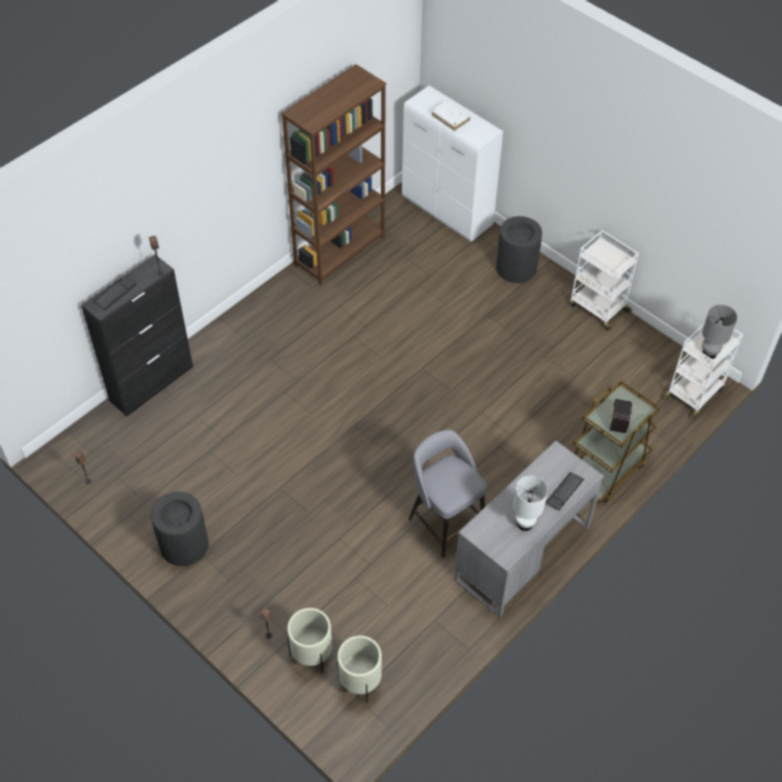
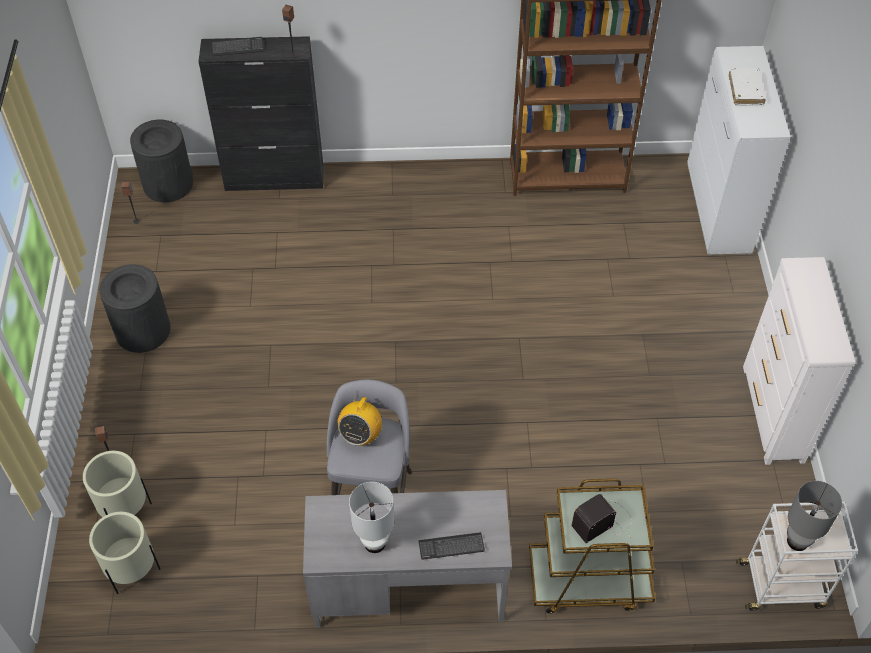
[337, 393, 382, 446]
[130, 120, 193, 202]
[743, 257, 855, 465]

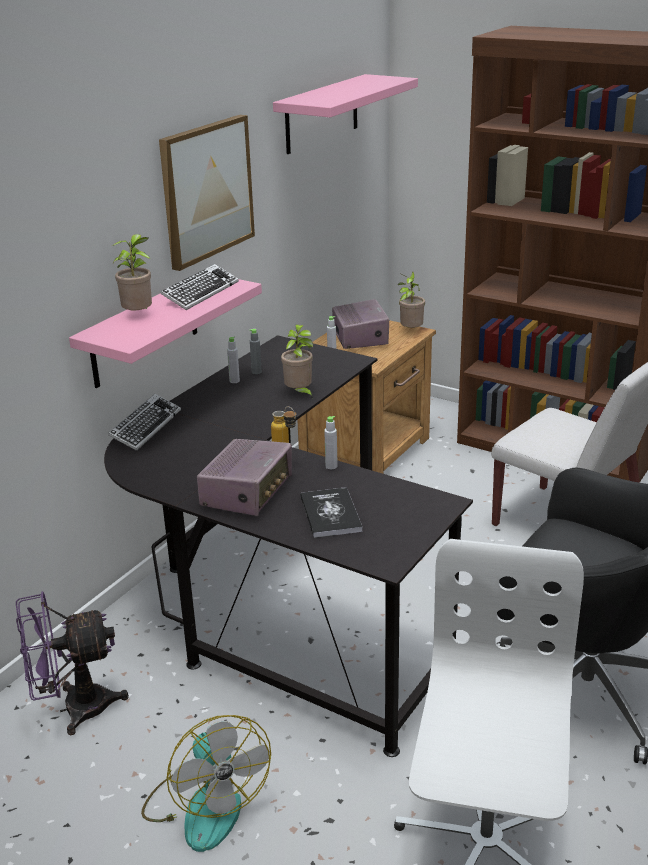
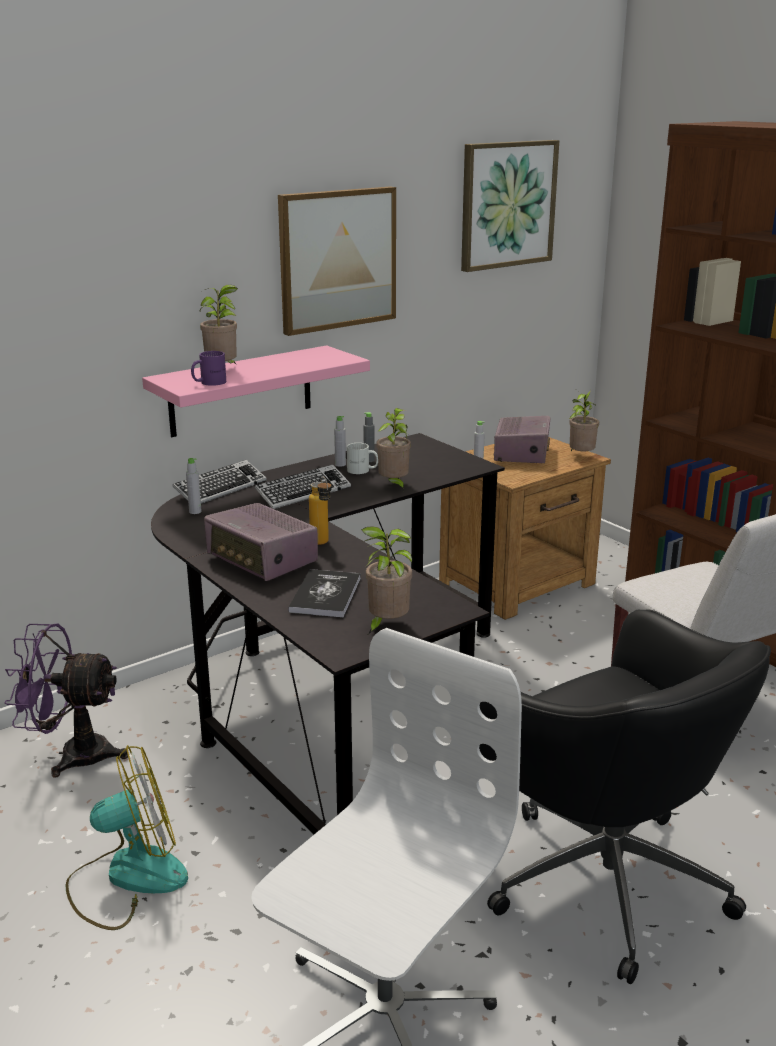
[191, 351, 226, 386]
[347, 443, 378, 474]
[361, 526, 412, 634]
[255, 464, 351, 509]
[186, 458, 201, 514]
[461, 140, 559, 272]
[66, 745, 188, 930]
[204, 503, 318, 581]

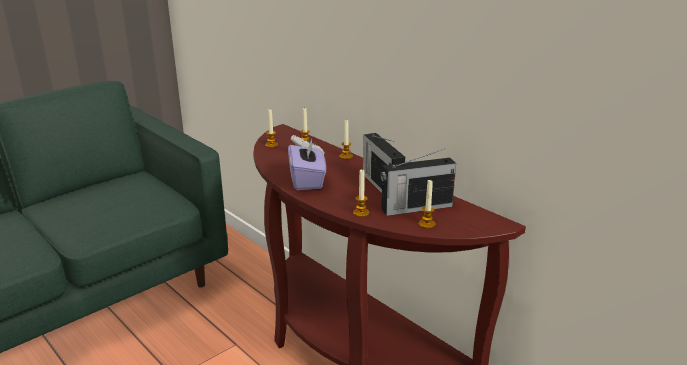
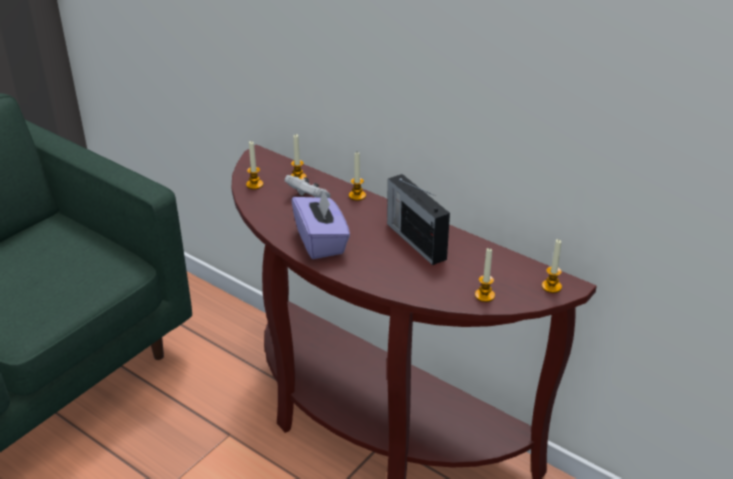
[380, 149, 456, 216] (first image)
[542, 239, 562, 293]

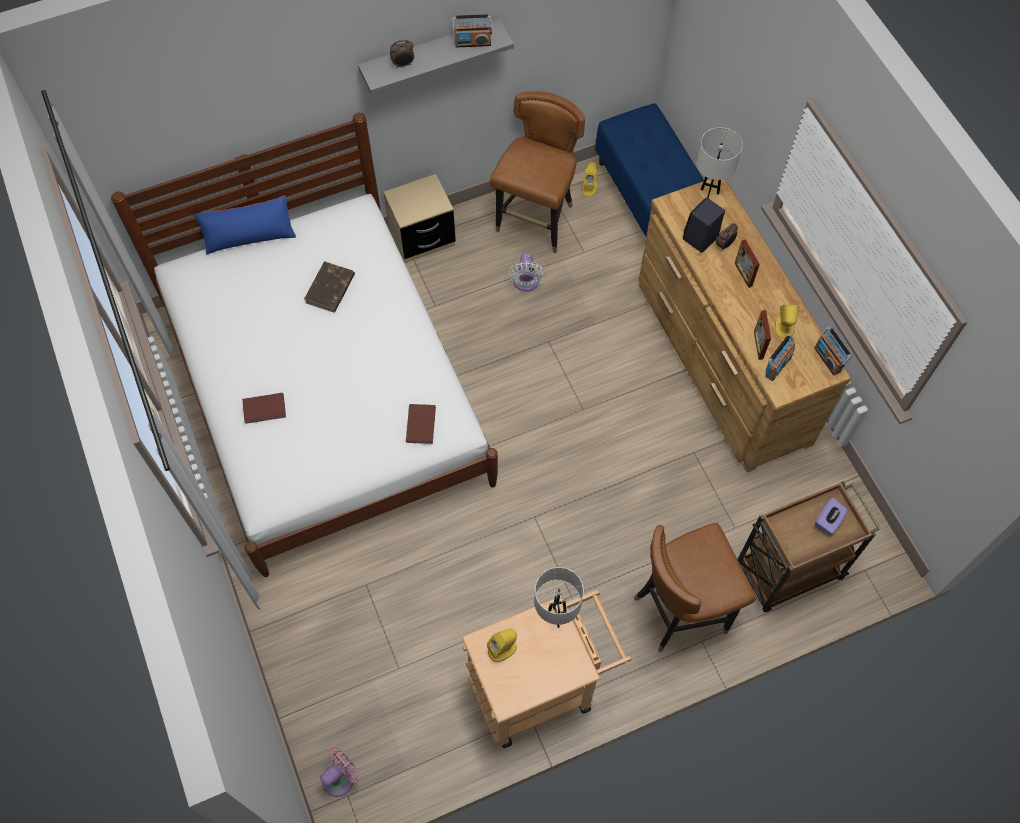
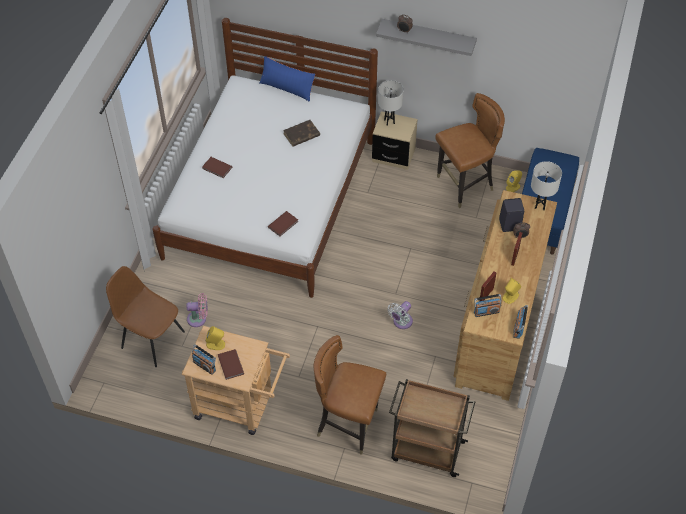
[815, 498, 848, 535] (first image)
[106, 266, 185, 367]
[218, 349, 244, 380]
[186, 293, 208, 327]
[192, 344, 216, 375]
[387, 301, 413, 329]
[378, 80, 404, 125]

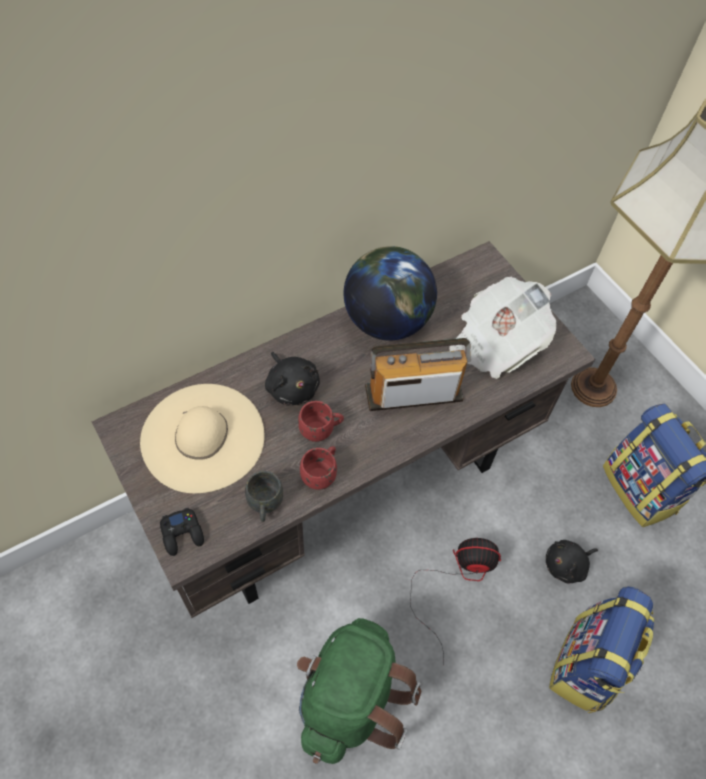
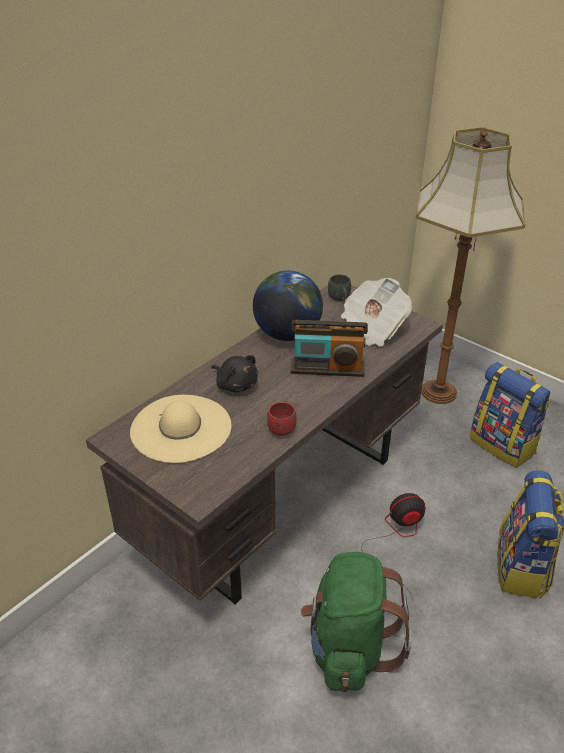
[160, 508, 204, 556] (first image)
[298, 401, 344, 442] (first image)
[546, 540, 598, 584] (first image)
[328, 274, 351, 301]
[291, 320, 368, 377]

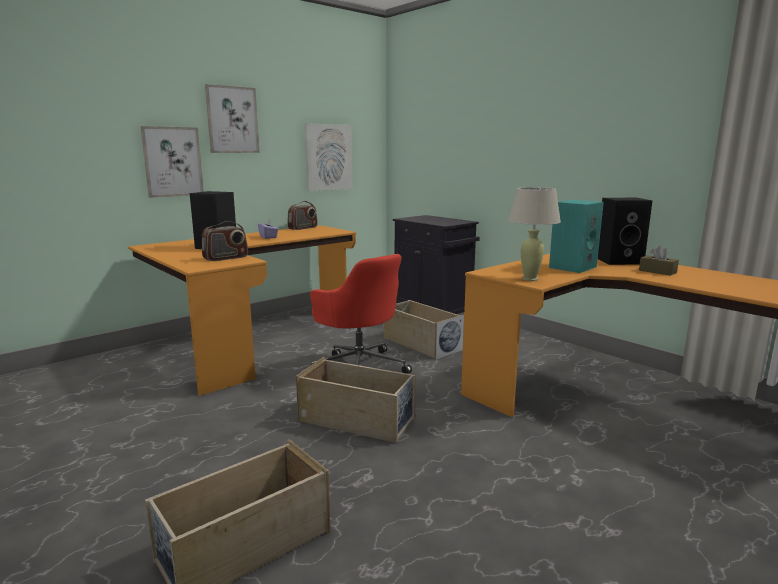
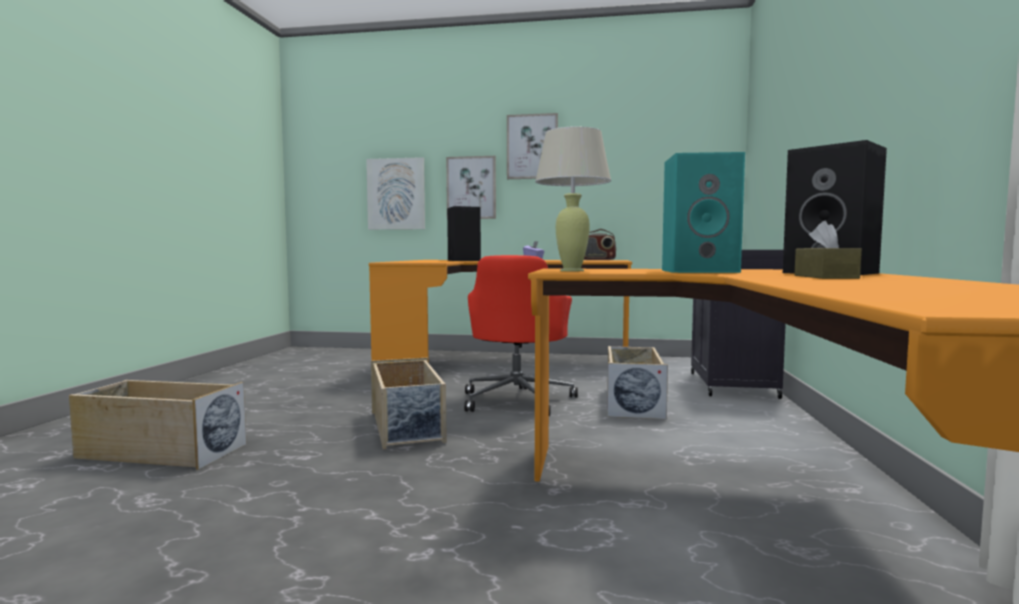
[202, 221, 248, 261] (first image)
[366, 157, 425, 230]

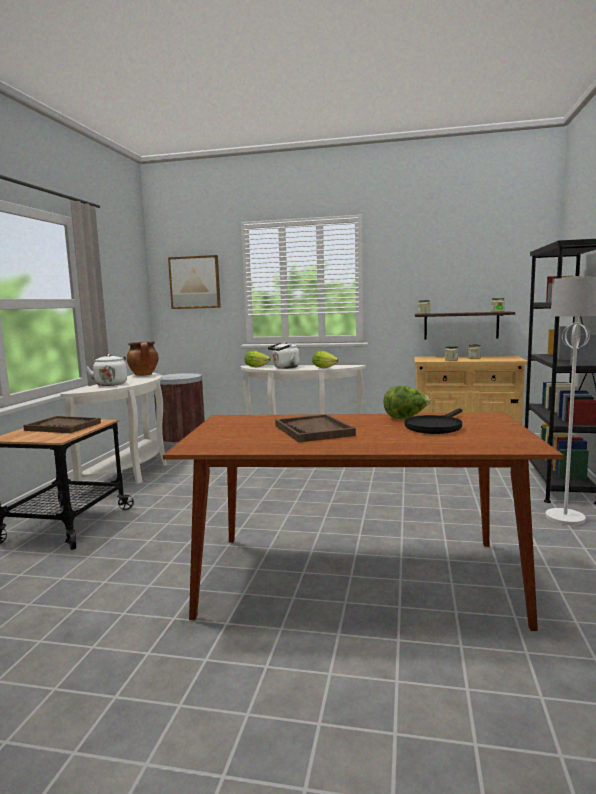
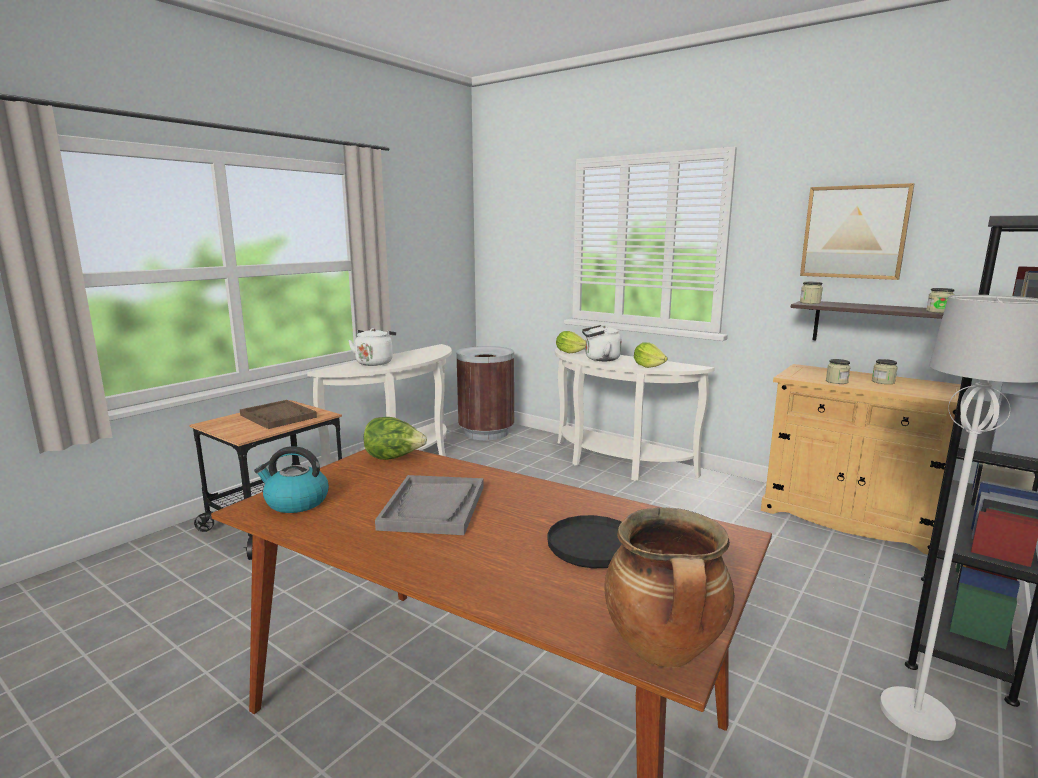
[254, 446, 329, 513]
[604, 508, 734, 668]
[800, 183, 914, 280]
[364, 417, 427, 460]
[375, 475, 484, 535]

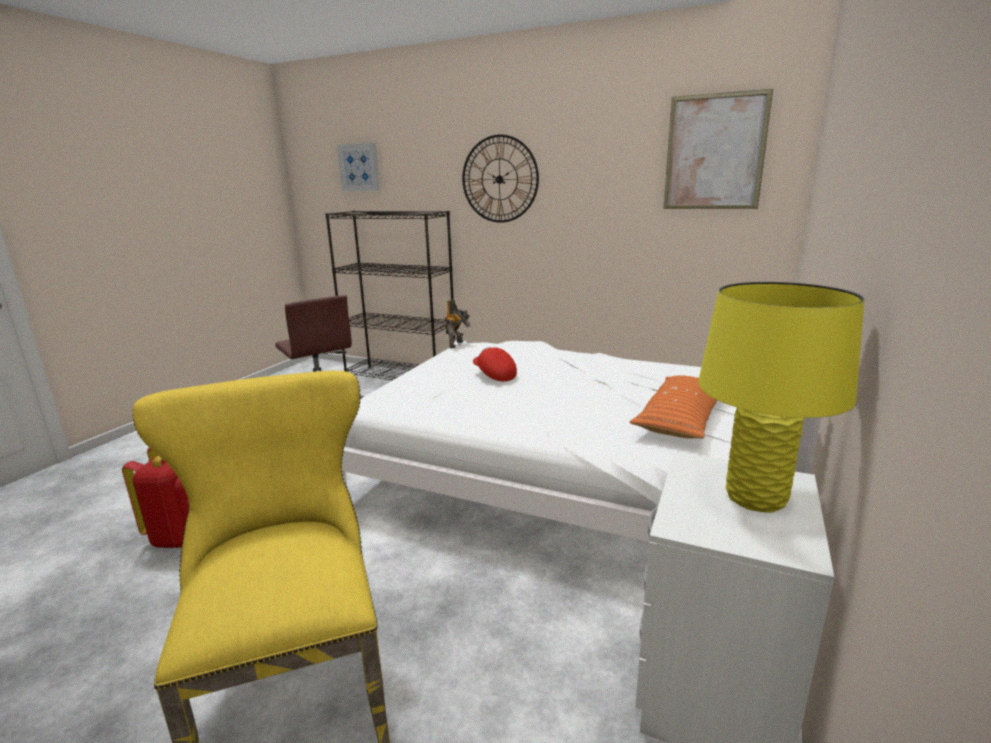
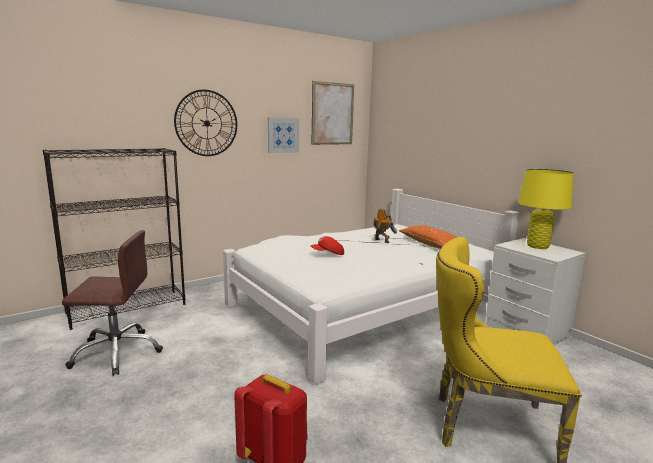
[268, 117, 299, 153]
[374, 209, 397, 243]

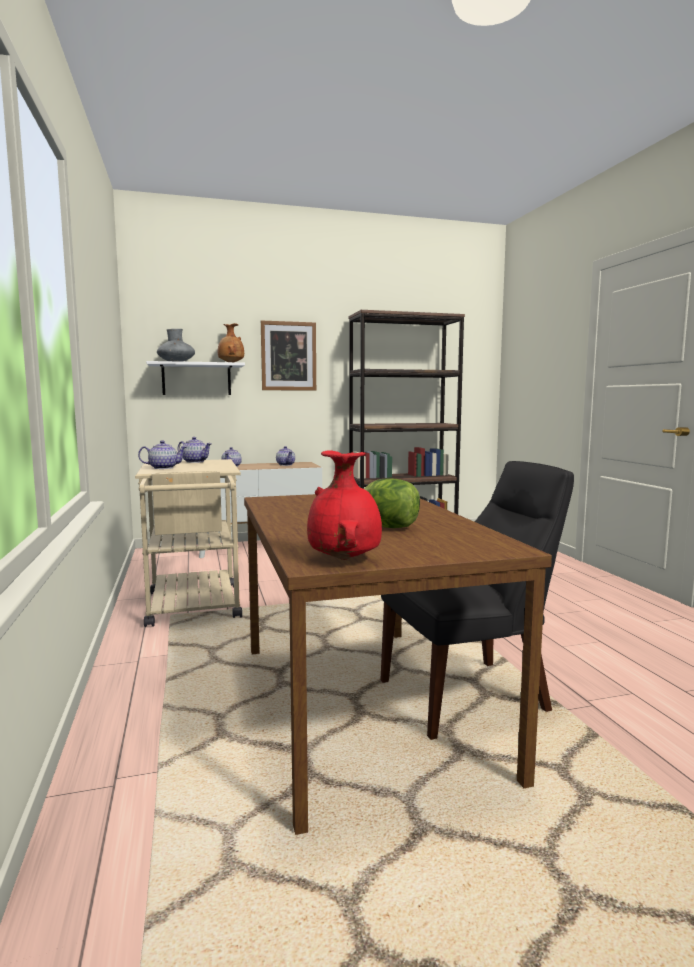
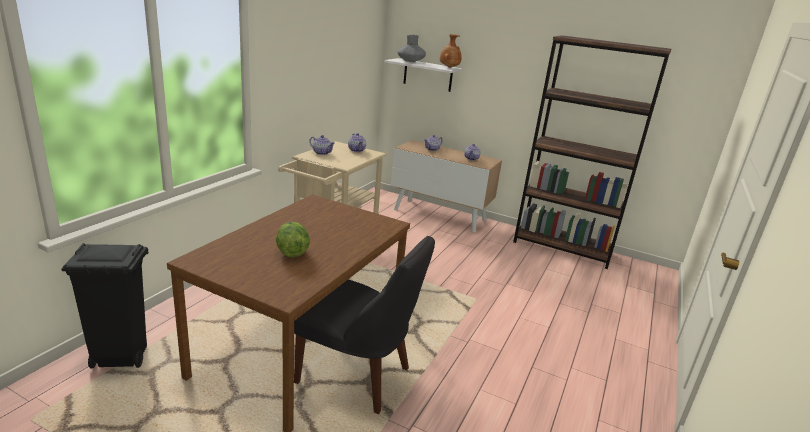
[261, 321, 316, 391] (first image)
[307, 450, 382, 560] (first image)
[61, 243, 148, 368]

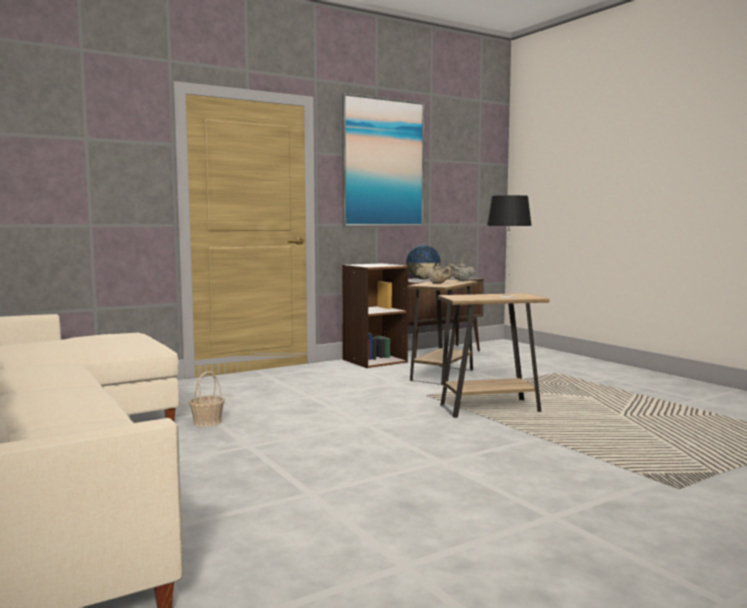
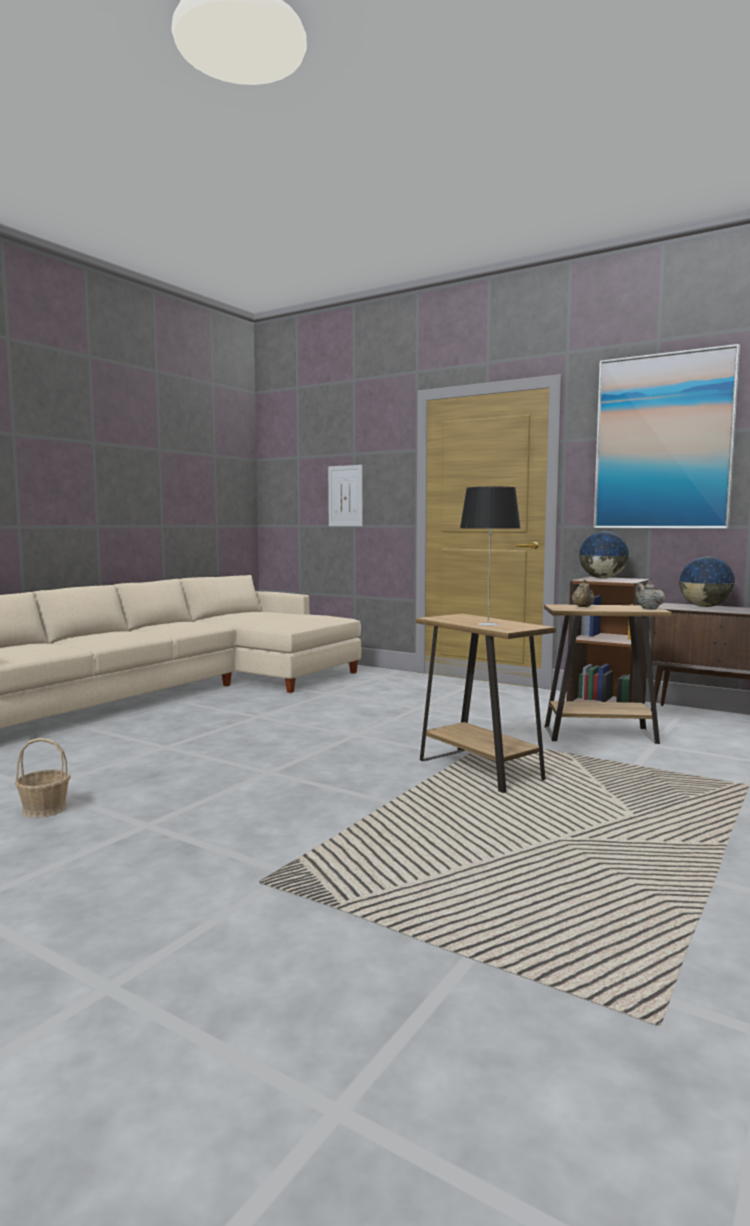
[328, 465, 363, 526]
[579, 531, 630, 579]
[15, 738, 70, 818]

